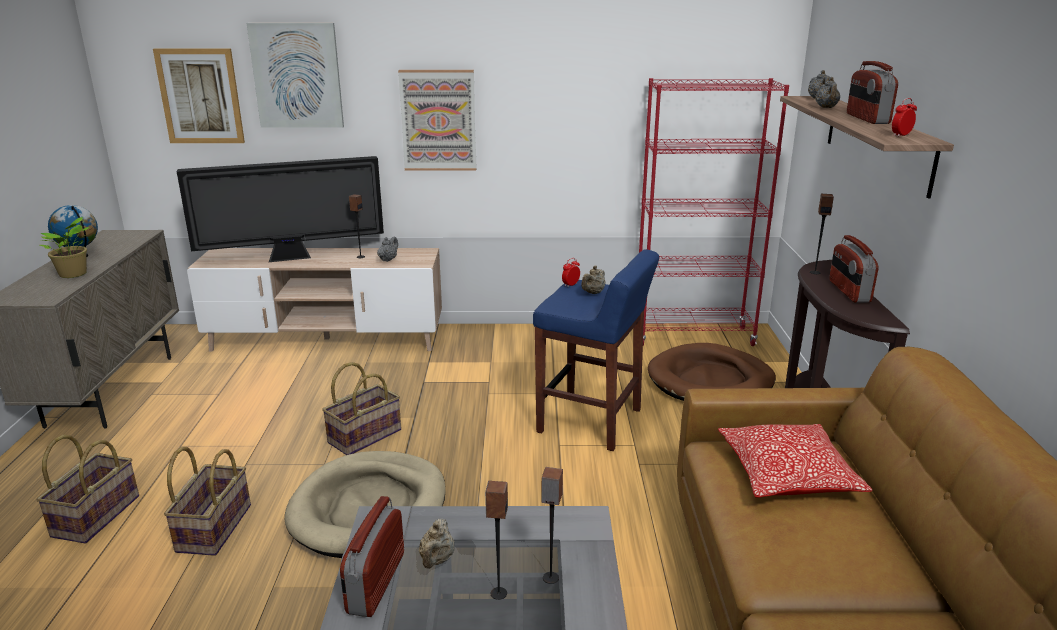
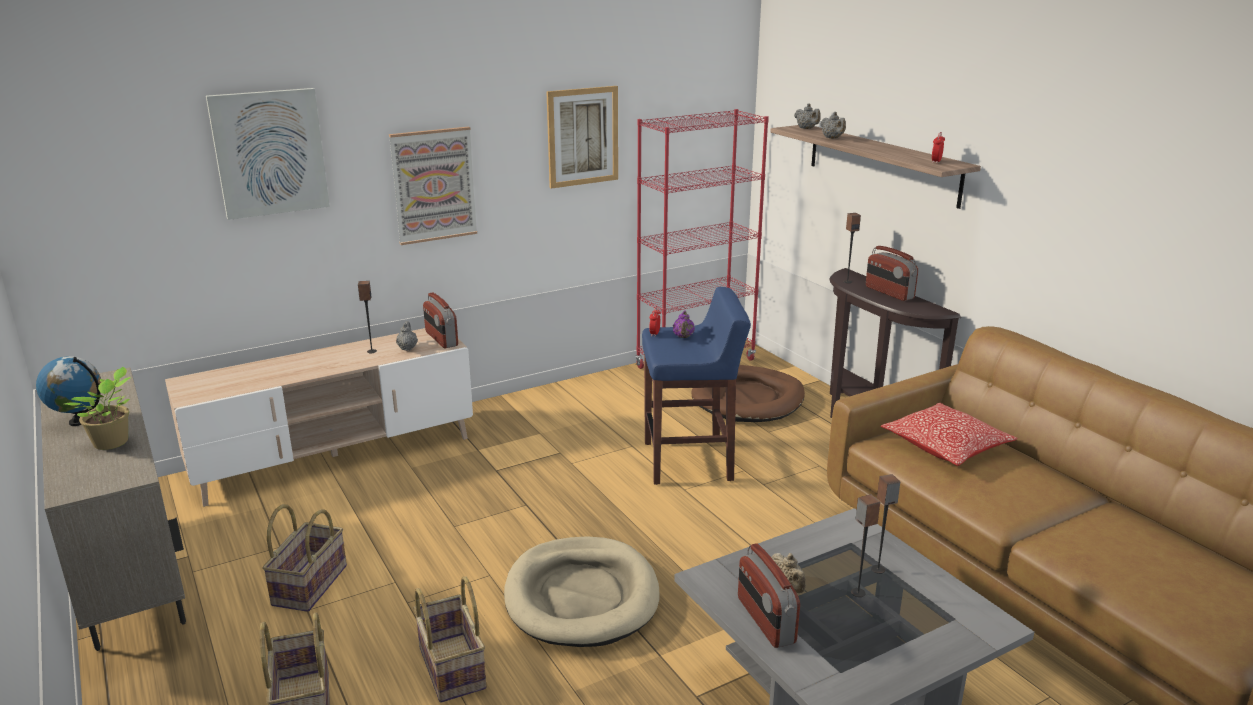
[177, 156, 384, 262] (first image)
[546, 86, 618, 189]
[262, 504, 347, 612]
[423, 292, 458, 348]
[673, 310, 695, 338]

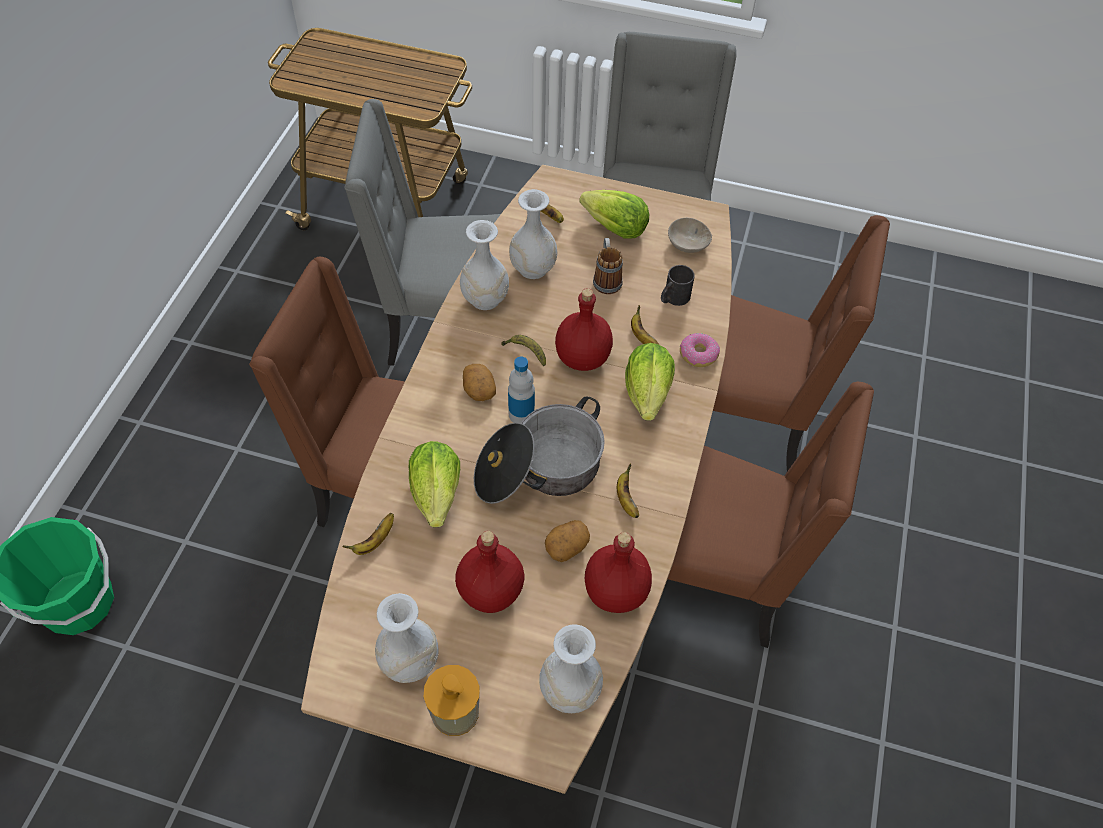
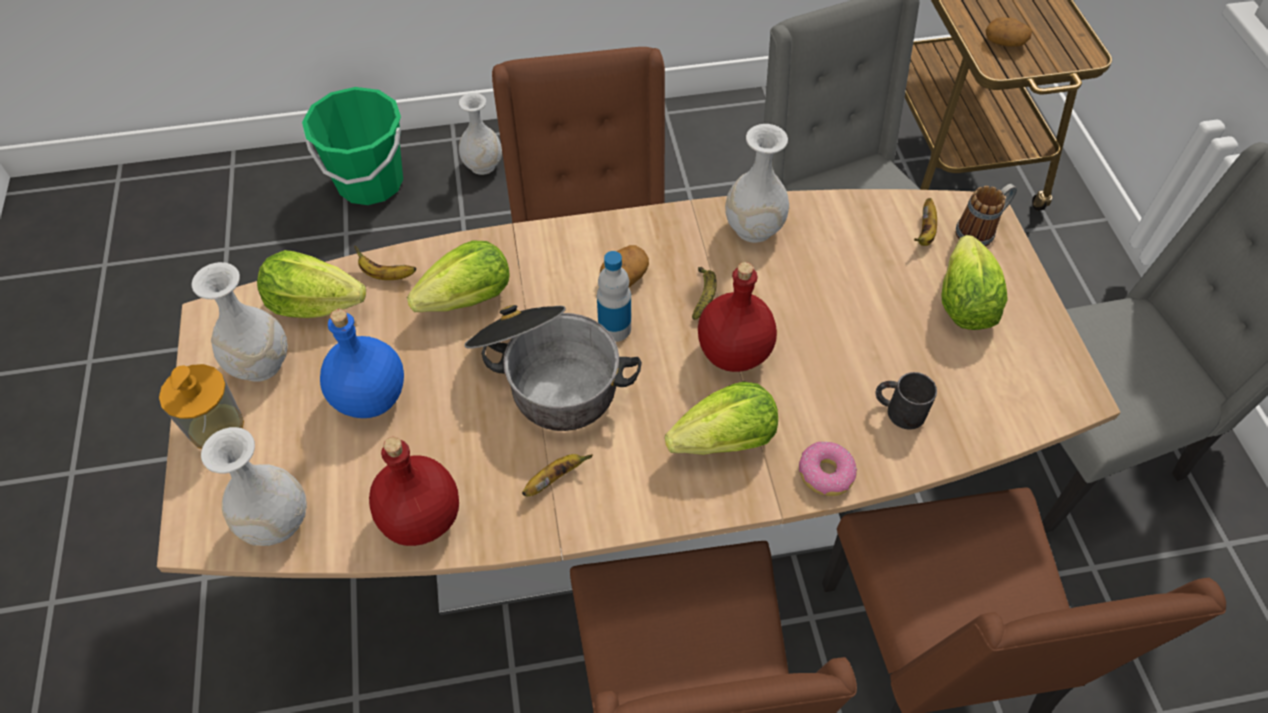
[631, 305, 659, 344] (first image)
[668, 218, 712, 253] (first image)
[257, 250, 366, 318]
[459, 93, 502, 175]
[986, 17, 1032, 47]
[955, 184, 1017, 247]
[320, 309, 404, 418]

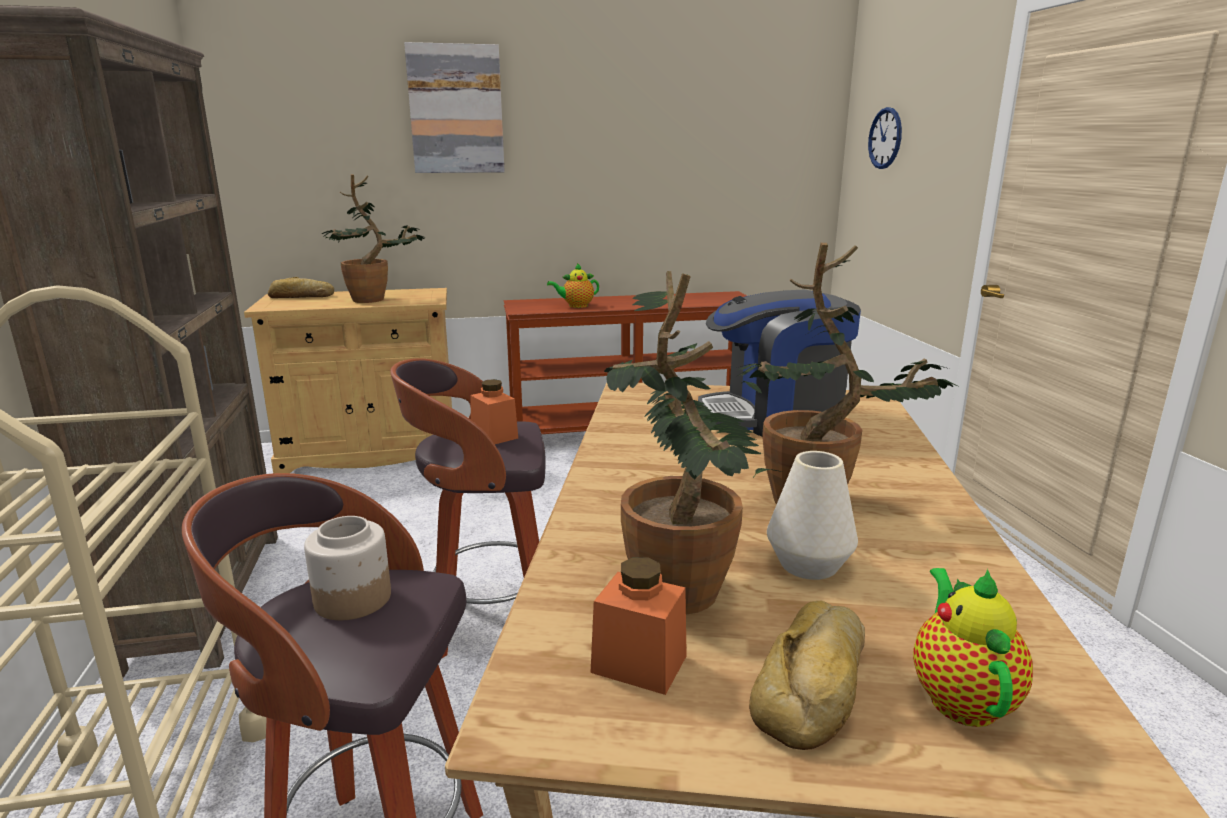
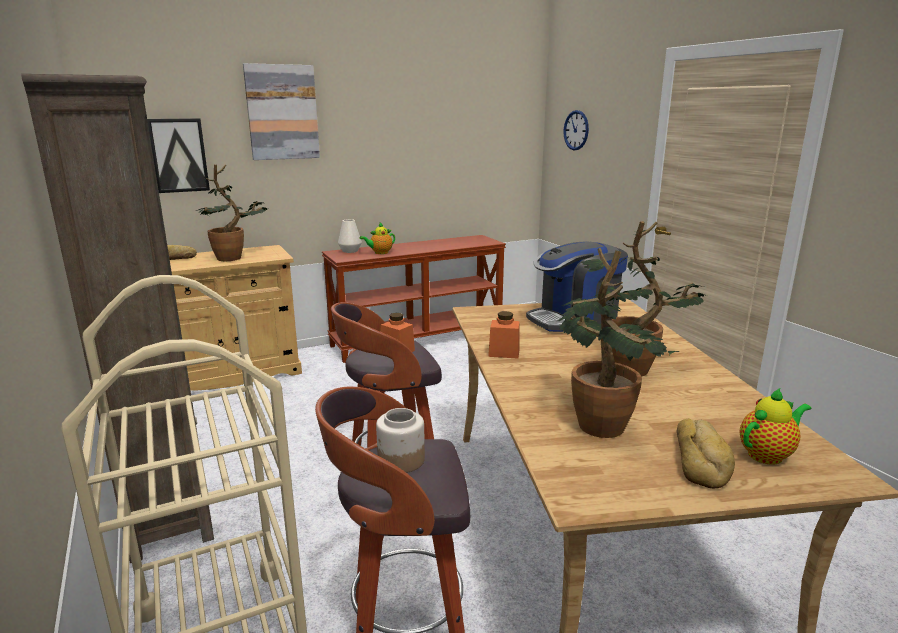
[147, 118, 210, 193]
[488, 311, 520, 359]
[338, 219, 362, 253]
[740, 388, 811, 465]

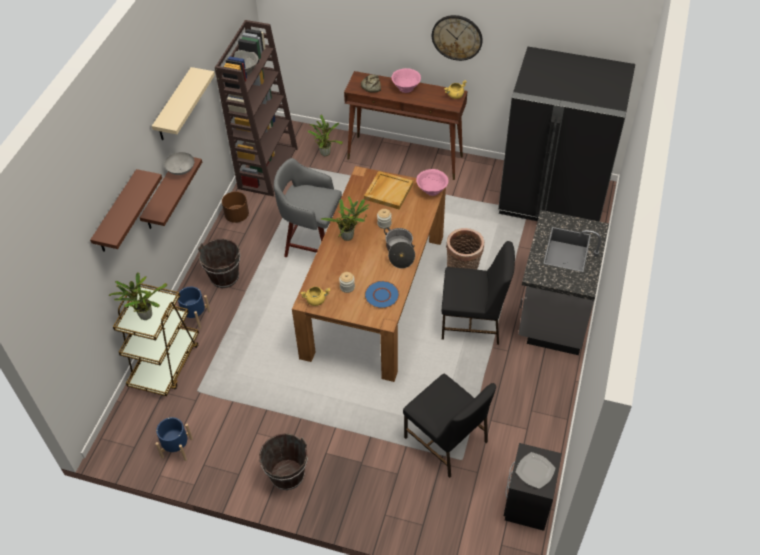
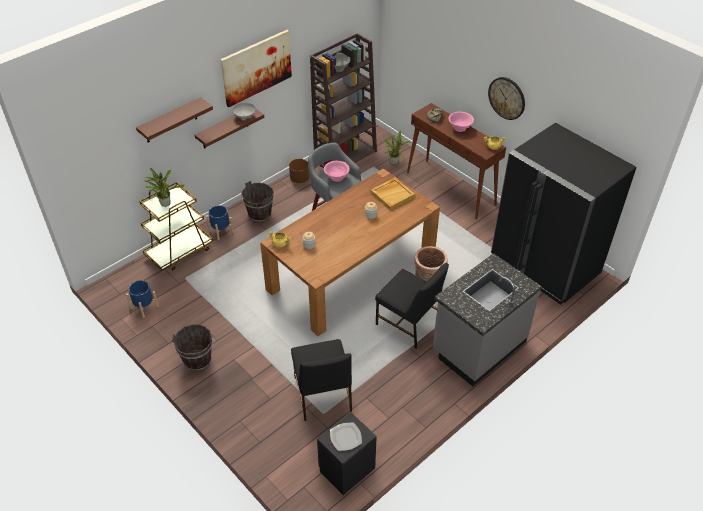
[320, 196, 369, 241] (first image)
[364, 281, 400, 308] (first image)
[384, 227, 415, 269] (first image)
[324, 161, 350, 182]
[220, 30, 292, 107]

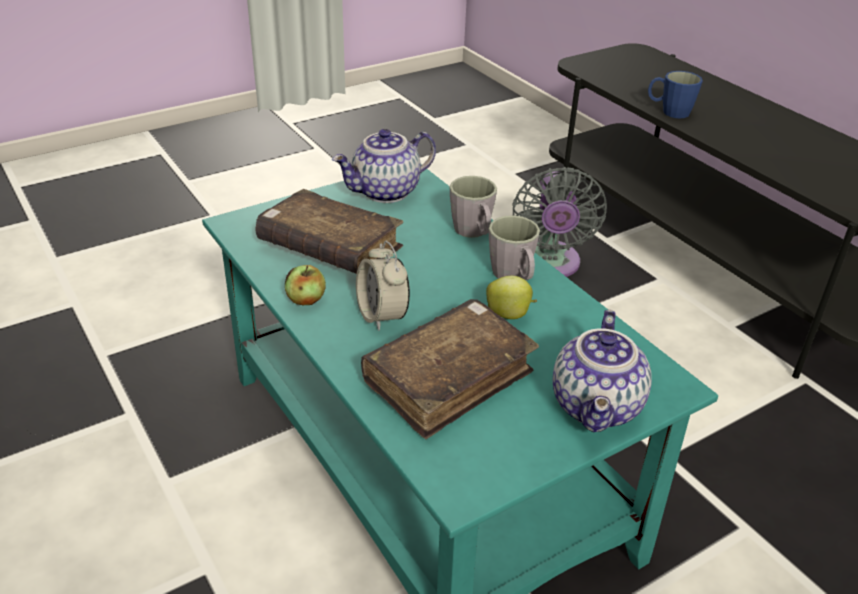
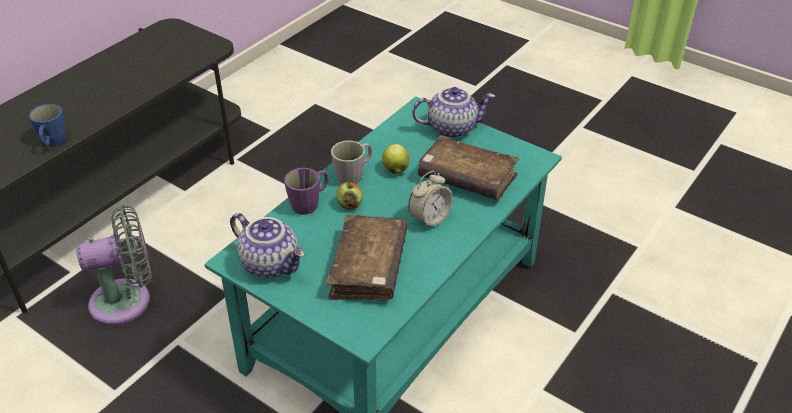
[336, 181, 363, 210]
[284, 168, 329, 215]

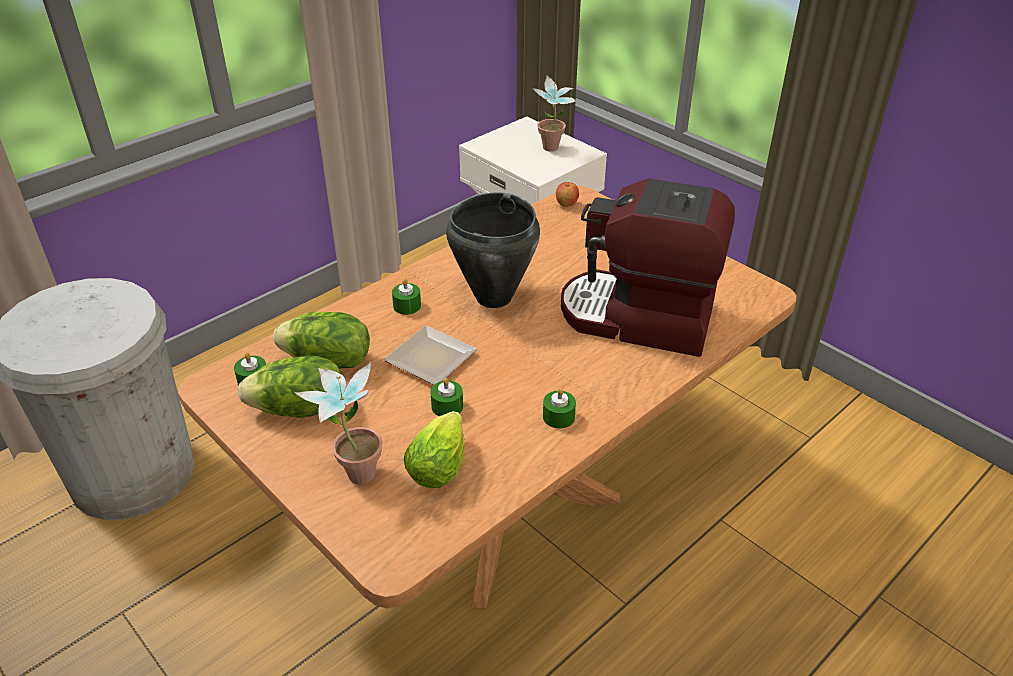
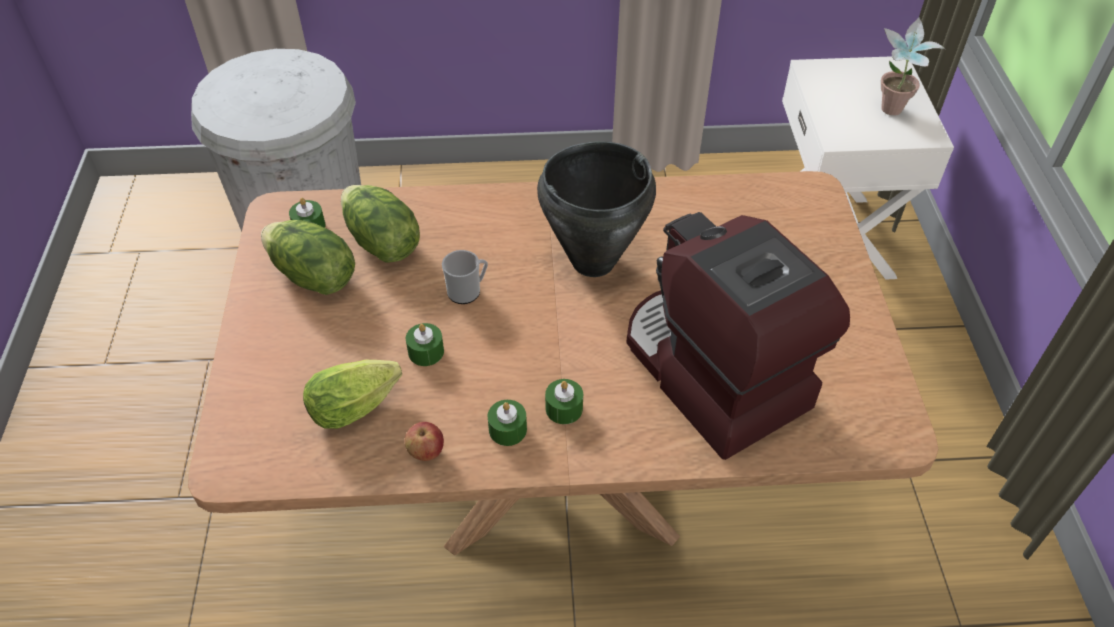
[295, 362, 383, 485] (first image)
[545, 379, 583, 424]
[404, 422, 444, 461]
[442, 250, 488, 304]

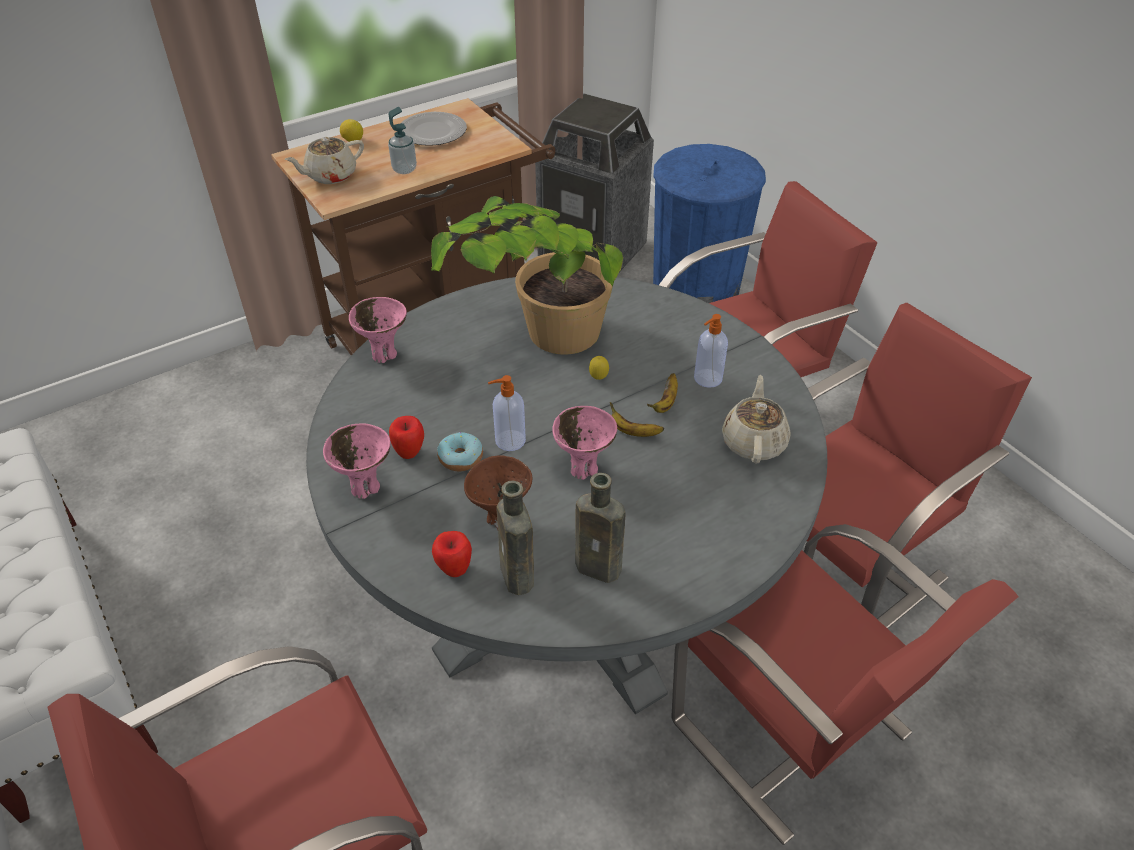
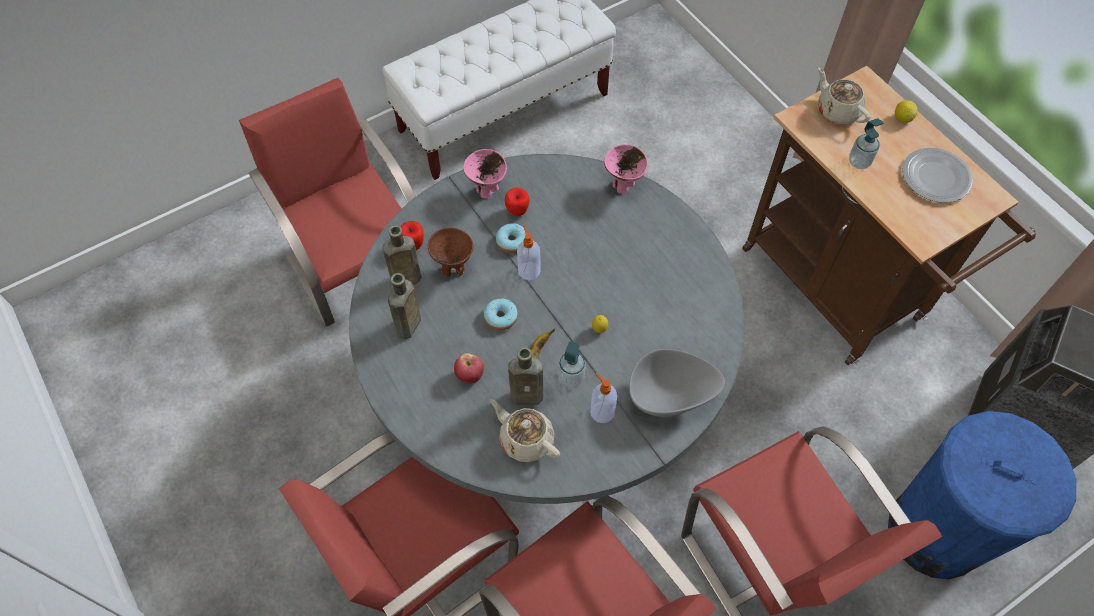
[431, 196, 623, 355] (first image)
[454, 353, 484, 384]
[508, 347, 544, 405]
[629, 349, 725, 418]
[484, 299, 518, 330]
[558, 342, 586, 387]
[490, 399, 560, 462]

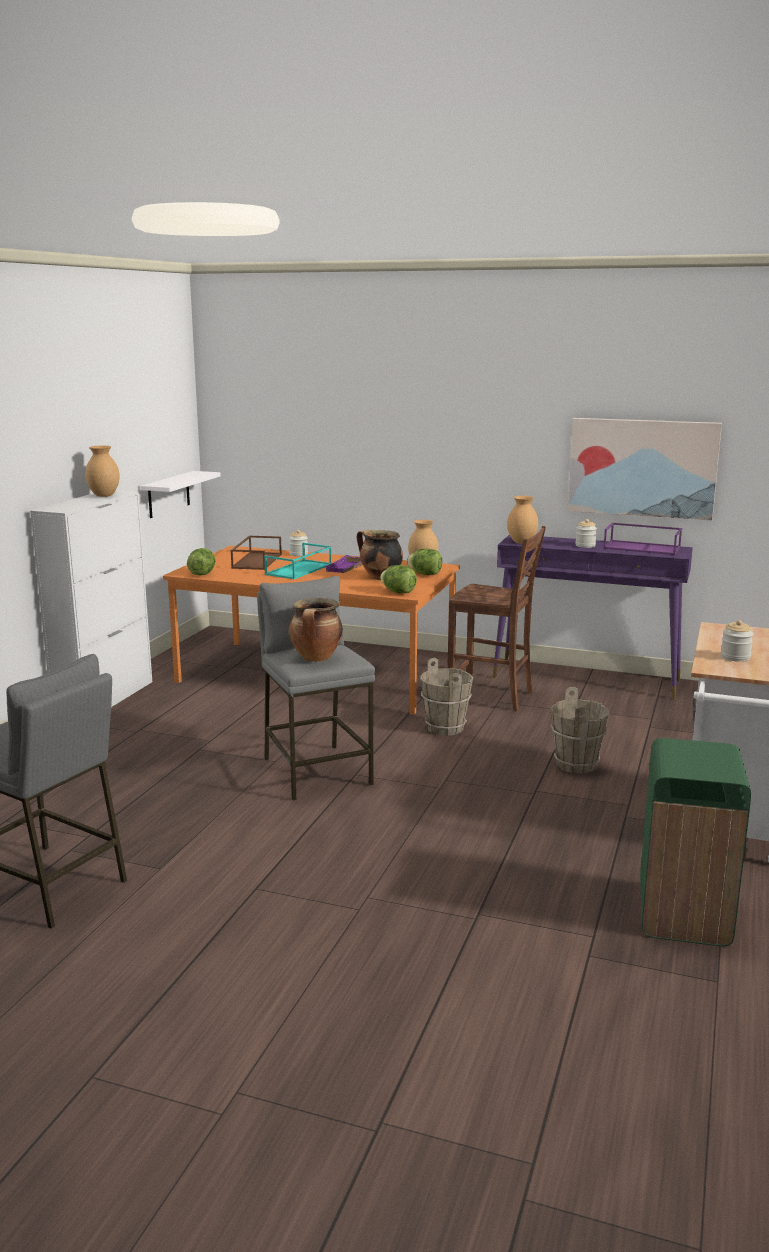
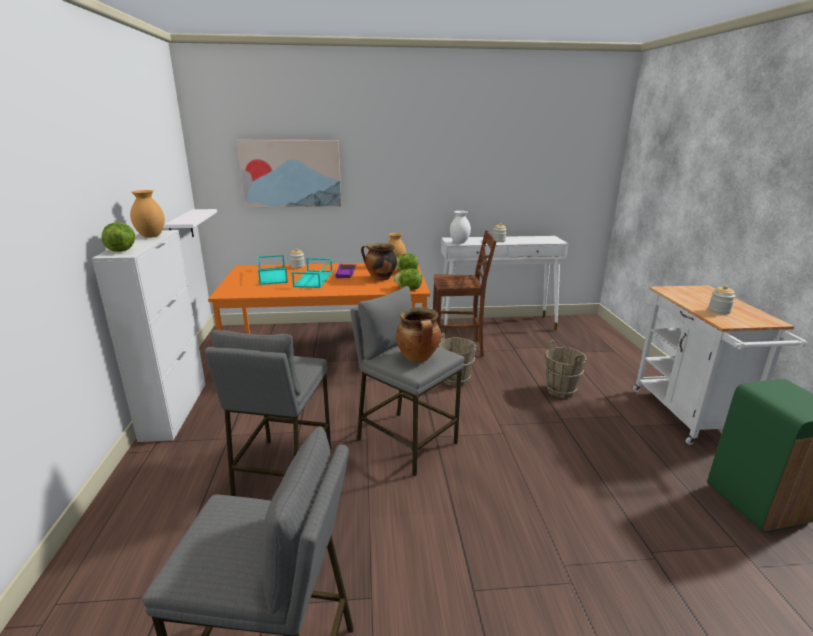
[603, 523, 682, 555] (first image)
[205, 330, 331, 496]
[101, 222, 135, 252]
[237, 140, 342, 207]
[258, 255, 288, 285]
[441, 236, 569, 334]
[450, 211, 471, 244]

